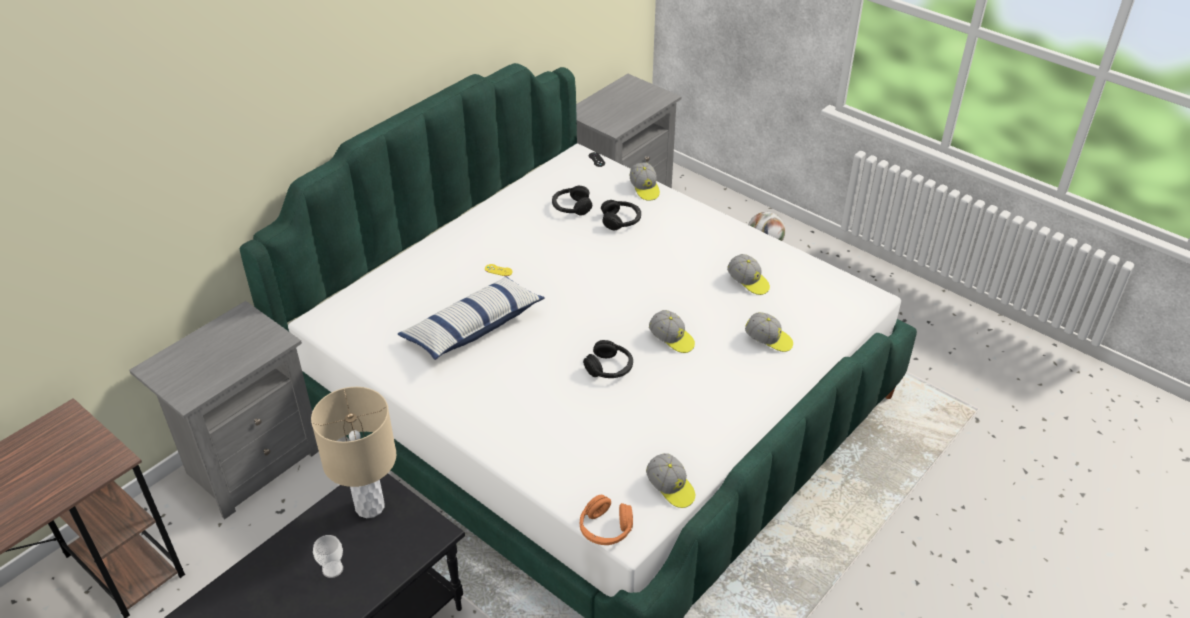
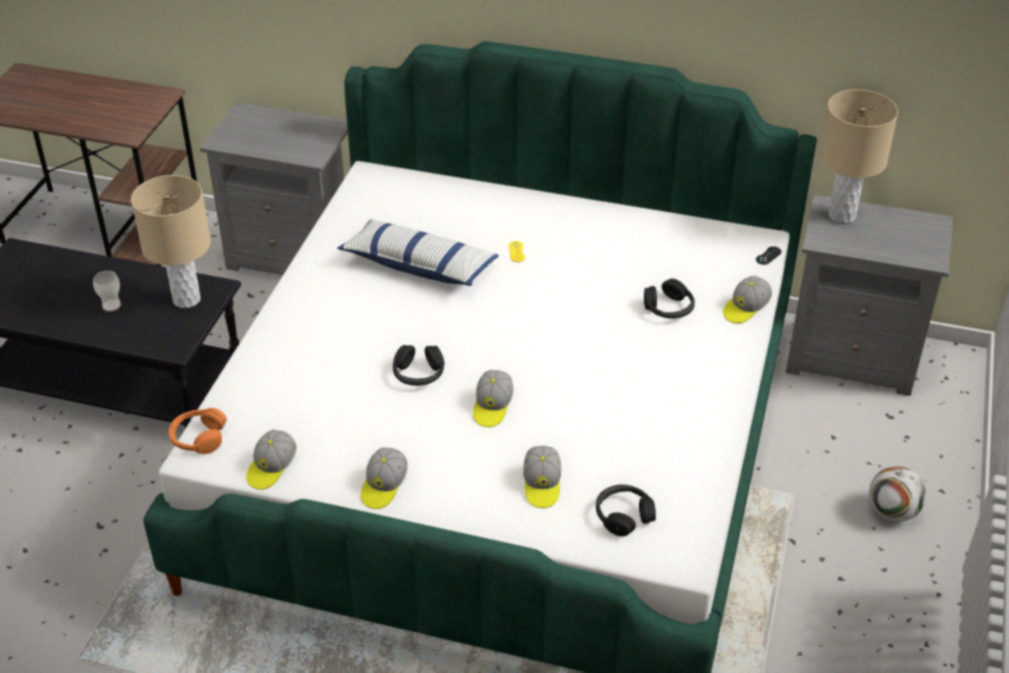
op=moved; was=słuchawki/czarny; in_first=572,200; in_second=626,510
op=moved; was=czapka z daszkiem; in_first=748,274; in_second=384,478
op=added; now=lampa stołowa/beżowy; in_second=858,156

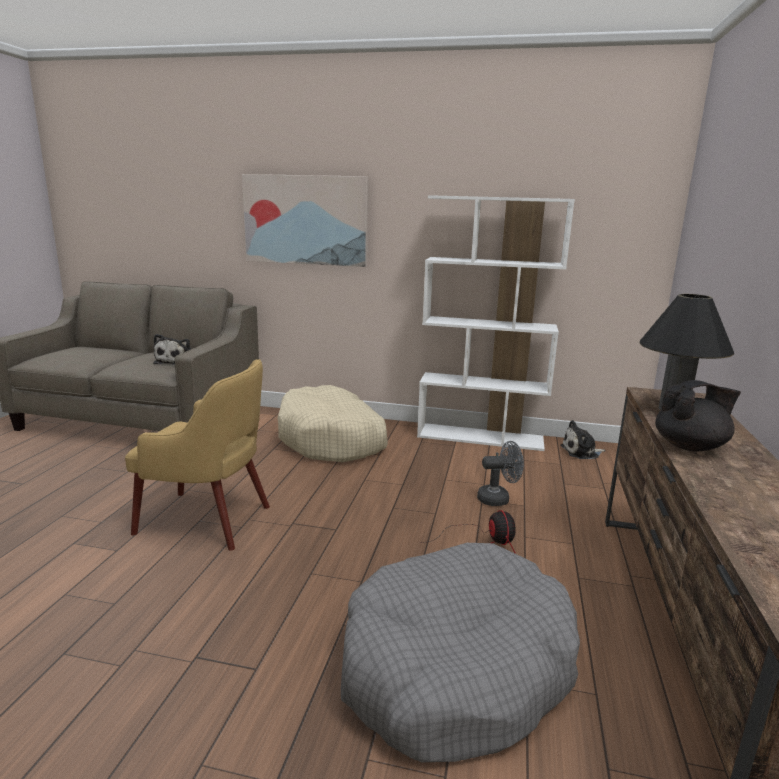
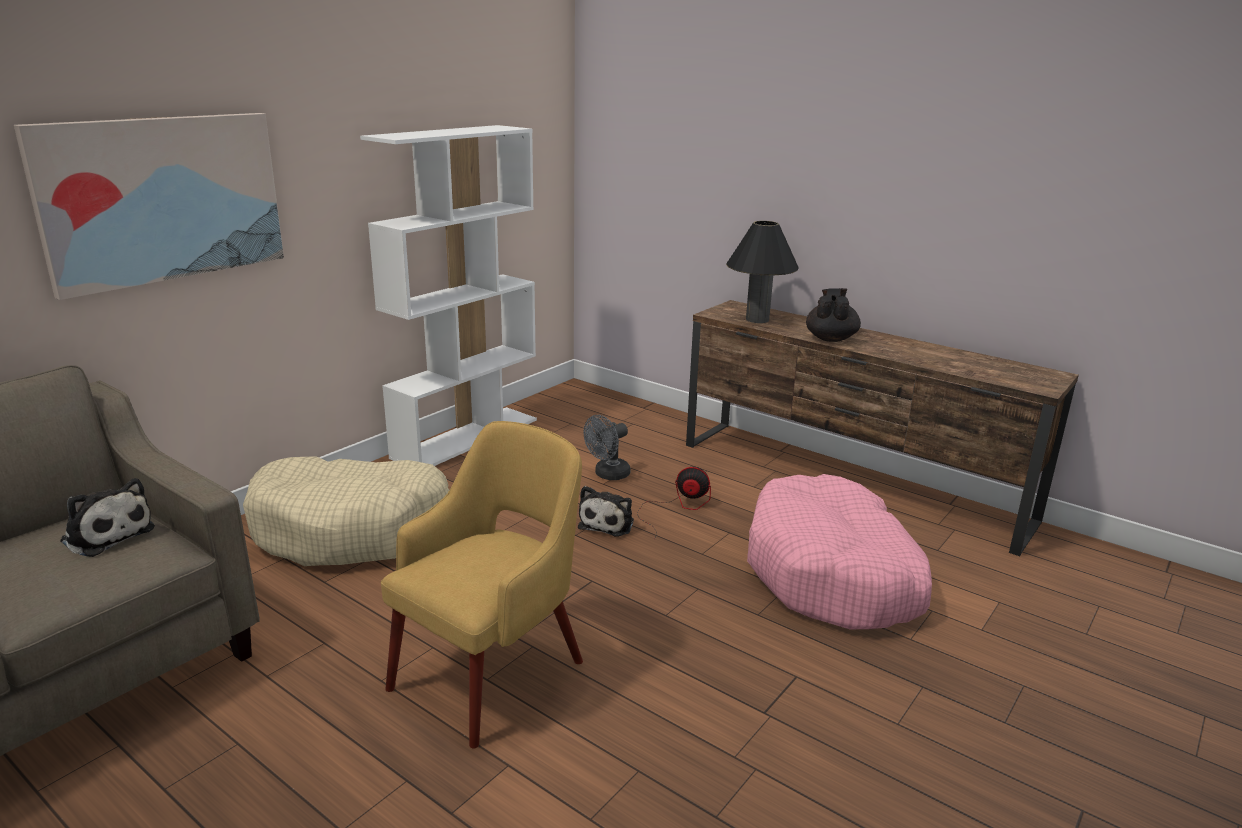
op=recoloured; was=legowisko/szary; now=legowisko/różowy; in_first=460,652; in_second=839,551
op=turned; was=wentylator/szary; in_first=500,473; in_second=607,447; clockwise=-150
op=moved; was=pluszak; in_first=583,439; in_second=606,511

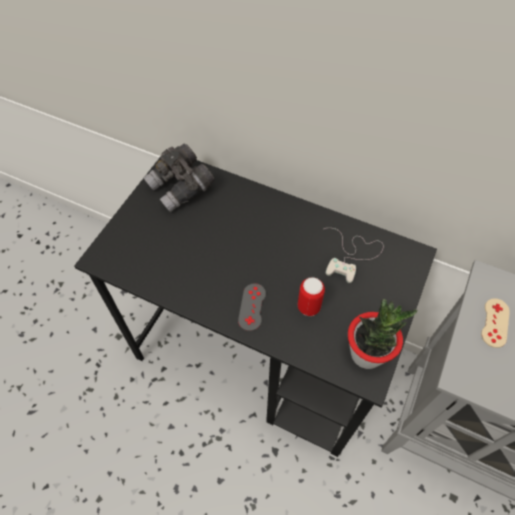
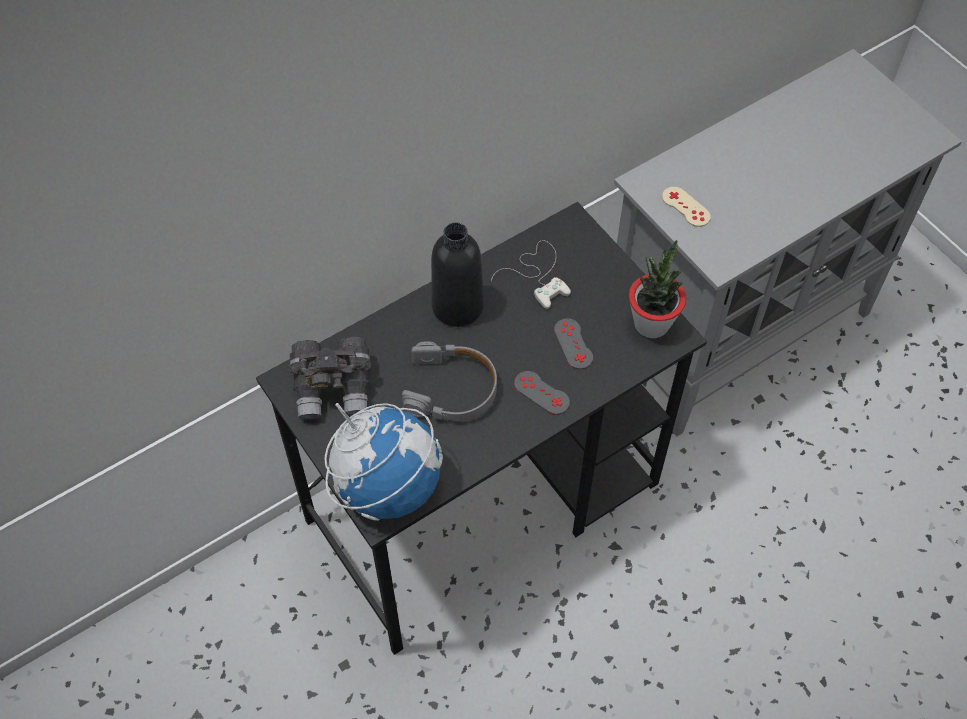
op=replaced; was=puszka; now=pad do gier/szary; in_first=311,296; in_second=573,343
op=added; now=globus; in_second=383,462
op=added; now=słuchawki/szary; in_second=449,381
op=added; now=butelka/czarny; in_second=457,274

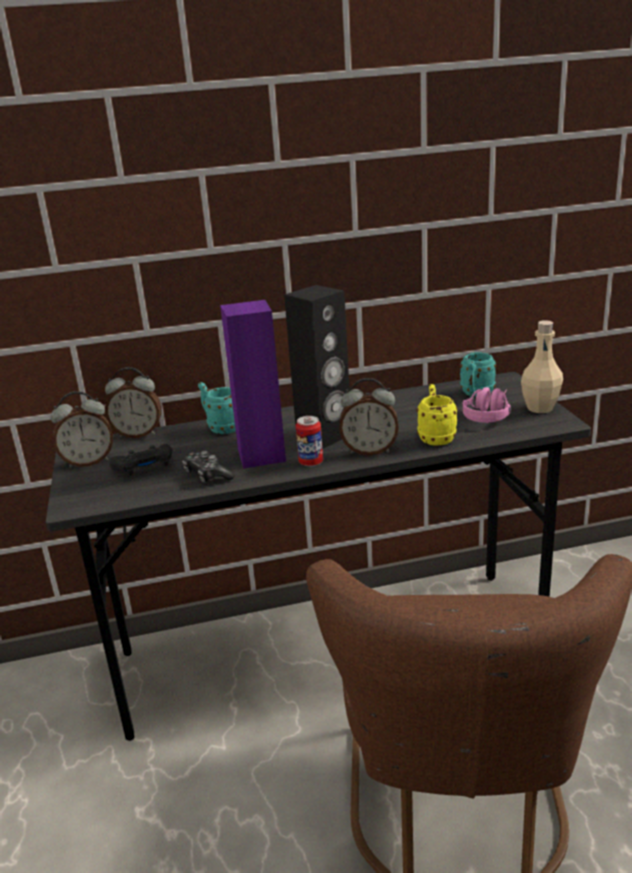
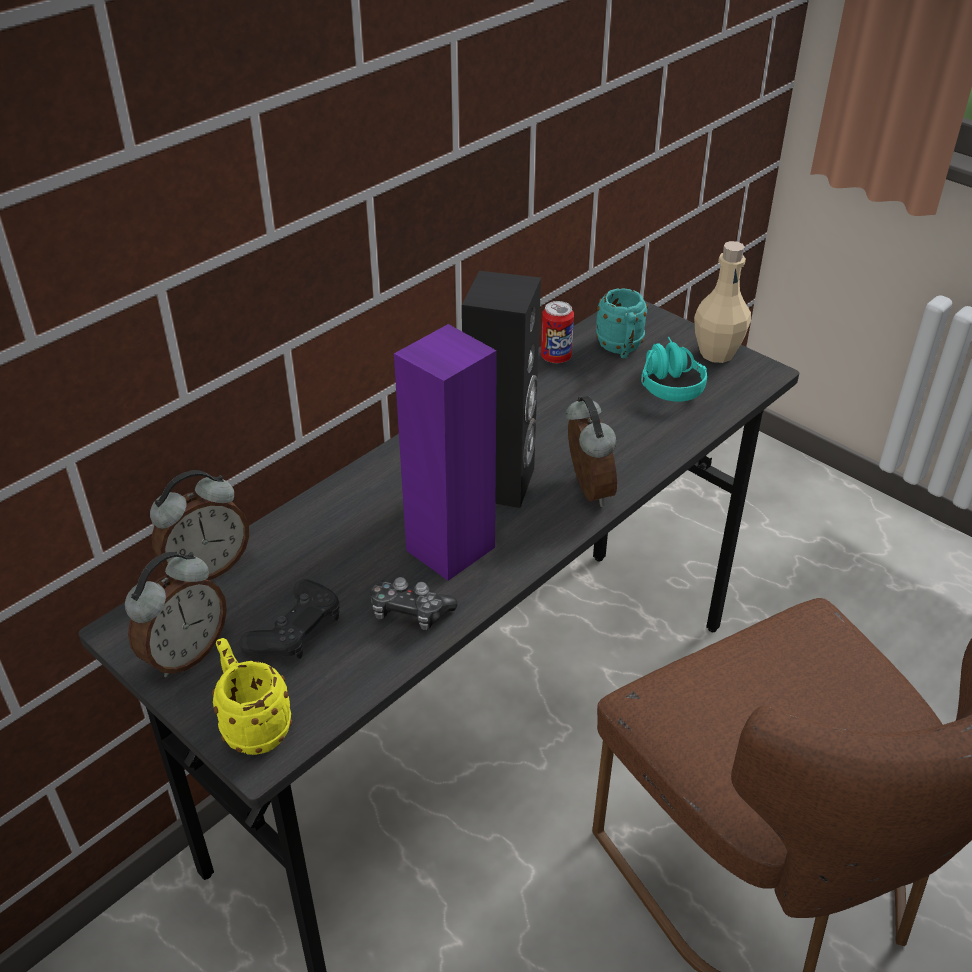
op=removed; was=kubek/turkusowy; in_first=217,408
op=moved; was=puszka; in_first=309,441; in_second=557,332
op=turned; was=budzik; in_first=369,416; in_second=591,451; clockwise=-75
op=moved; was=kubek/żółty; in_first=437,415; in_second=252,696
op=recoloured; was=słuchawki/różowy; now=słuchawki/turkusowy; in_first=487,405; in_second=674,369

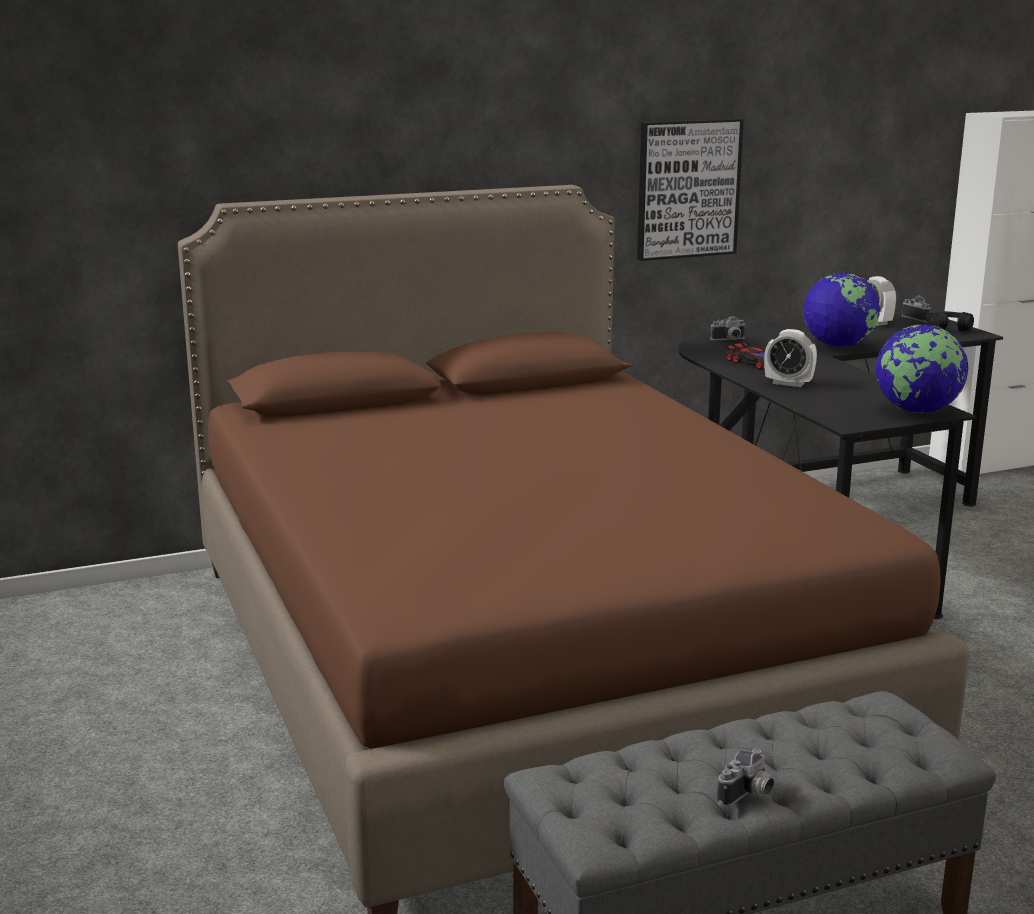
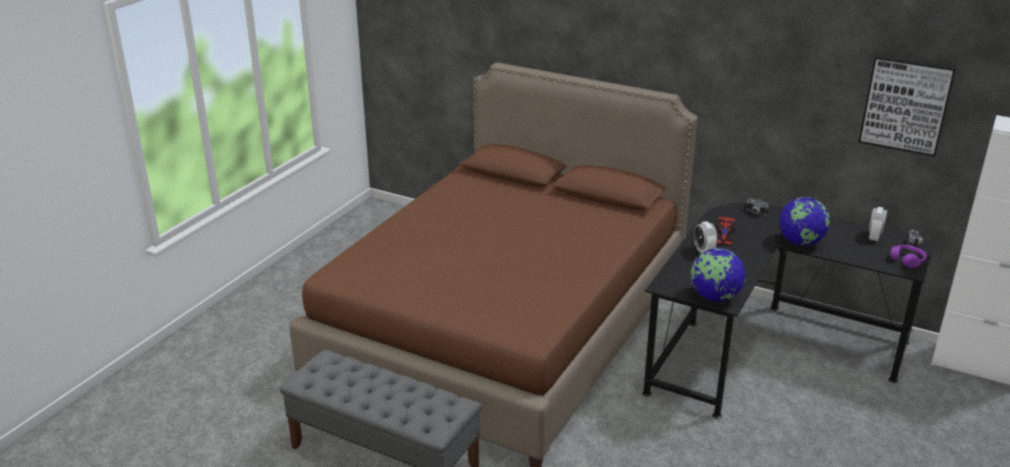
op=moved; was=obraz; in_first=690,190; in_second=907,106
op=removed; was=aparat fotograficzny; in_first=745,777
op=recoloured; was=słuchawki/czarny; now=słuchawki/fioletowy; in_first=950,321; in_second=908,256

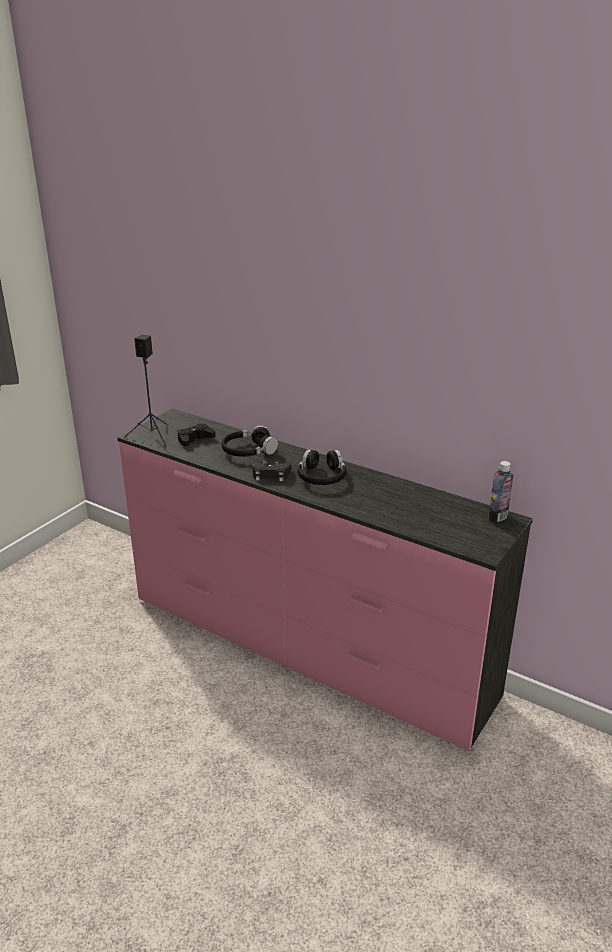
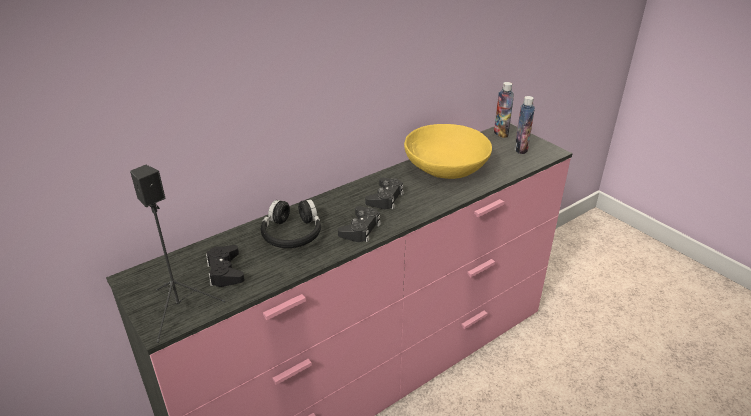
op=replaced; was=słuchawki/czarny; now=pad do gier/czarny; in_first=322,467; in_second=384,193
op=added; now=miska/żółty; in_second=448,151
op=added; now=butelka; in_second=524,125

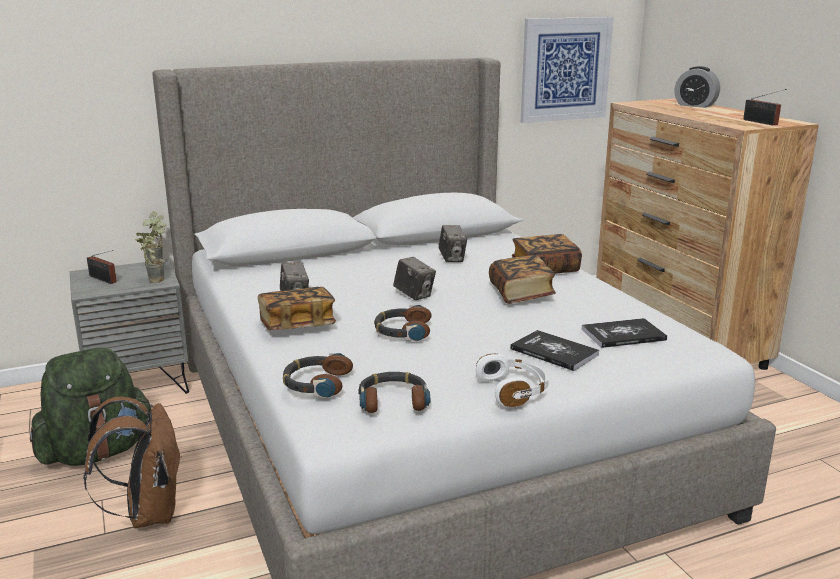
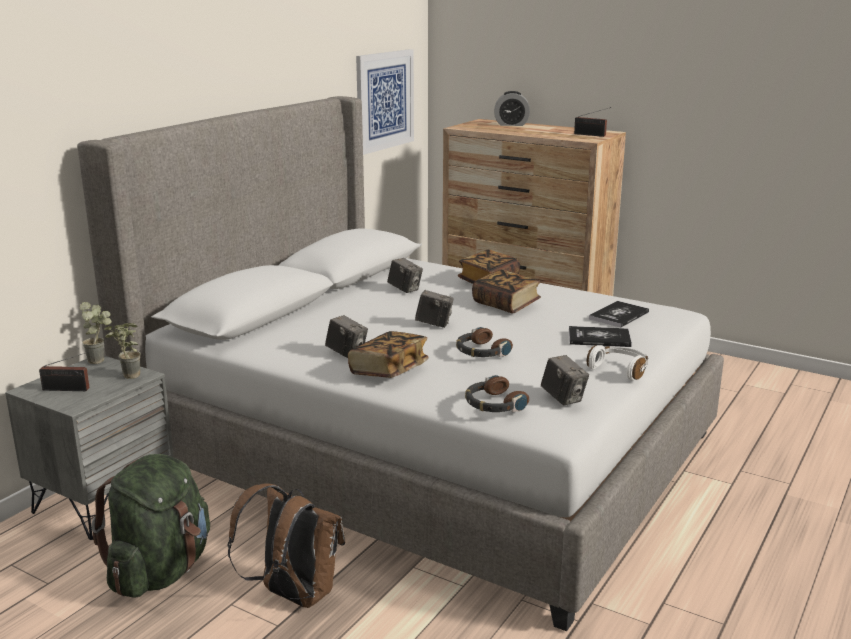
op=replaced; was=słuchawki; now=aparat fotograficzny; in_first=394,392; in_second=565,380

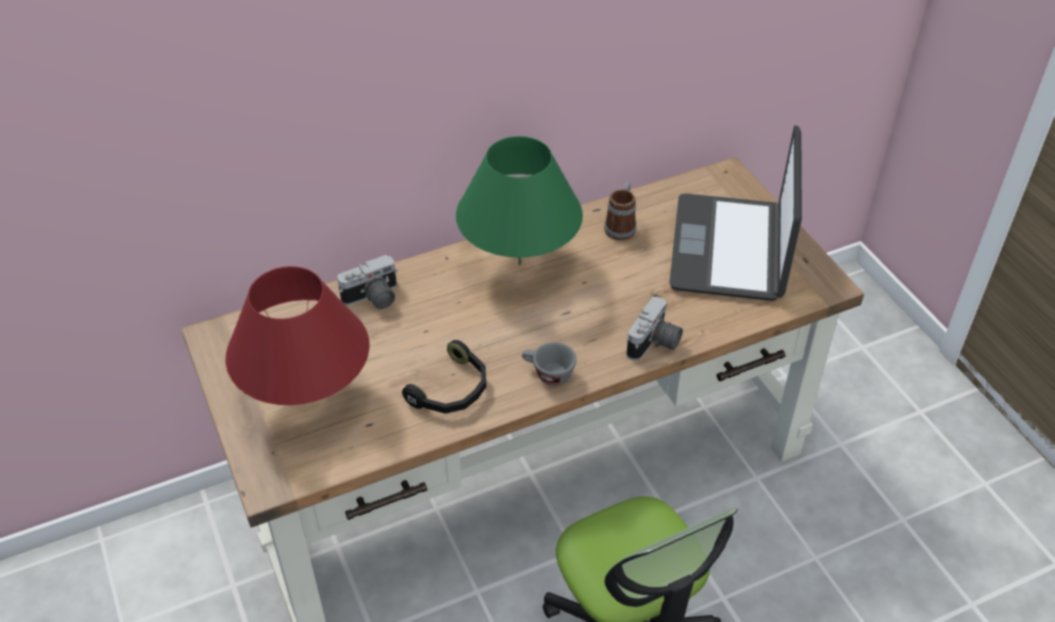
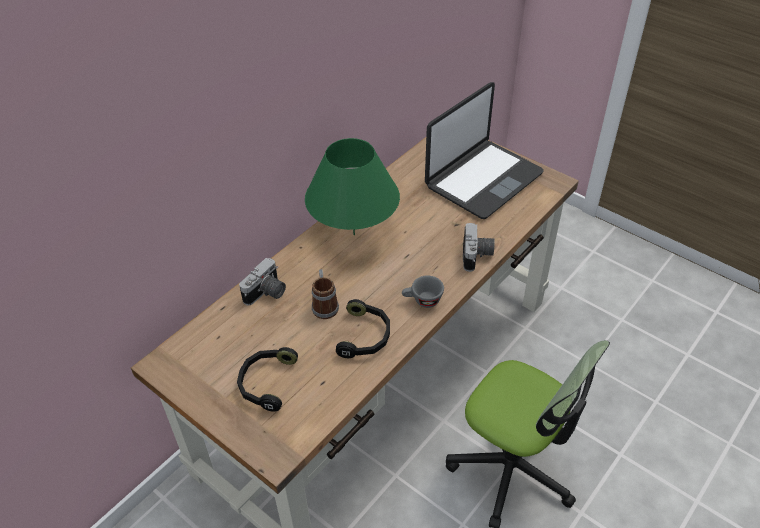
op=replaced; was=lampa stołowa/czerwony; now=słuchawki/czarny; in_first=297,335; in_second=267,379
op=moved; was=kubek; in_first=620,210; in_second=325,294
op=turned; was=laptop; in_first=735,213; in_second=484,150; clockwise=-120

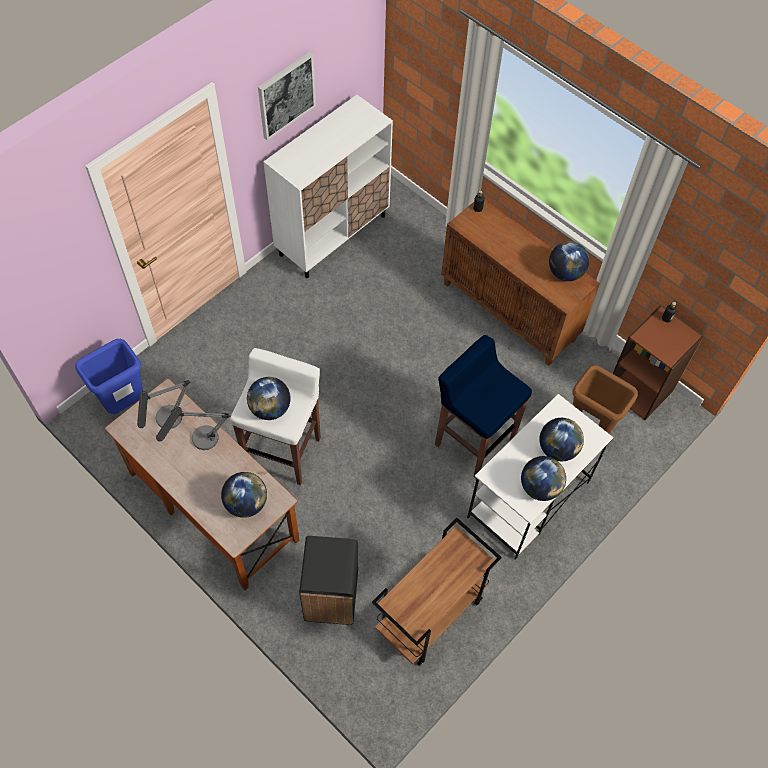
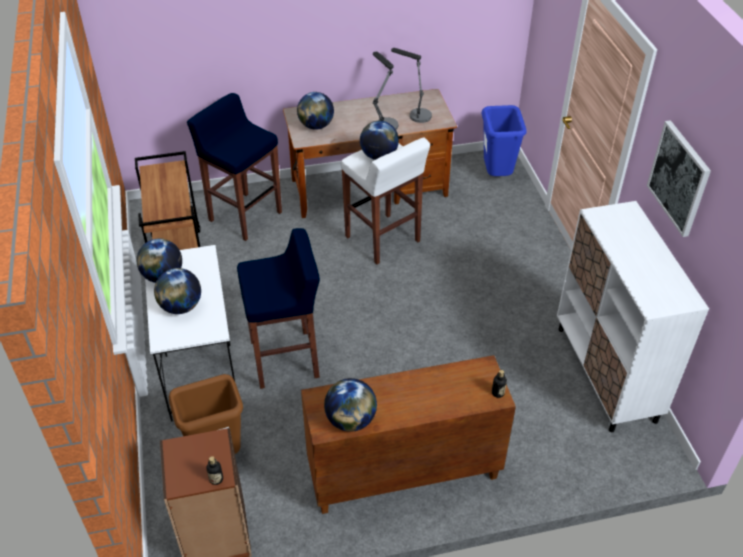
op=replaced; was=kosz na śmieci/czarny; now=stołek/niebieski; in_first=328,580; in_second=234,167

